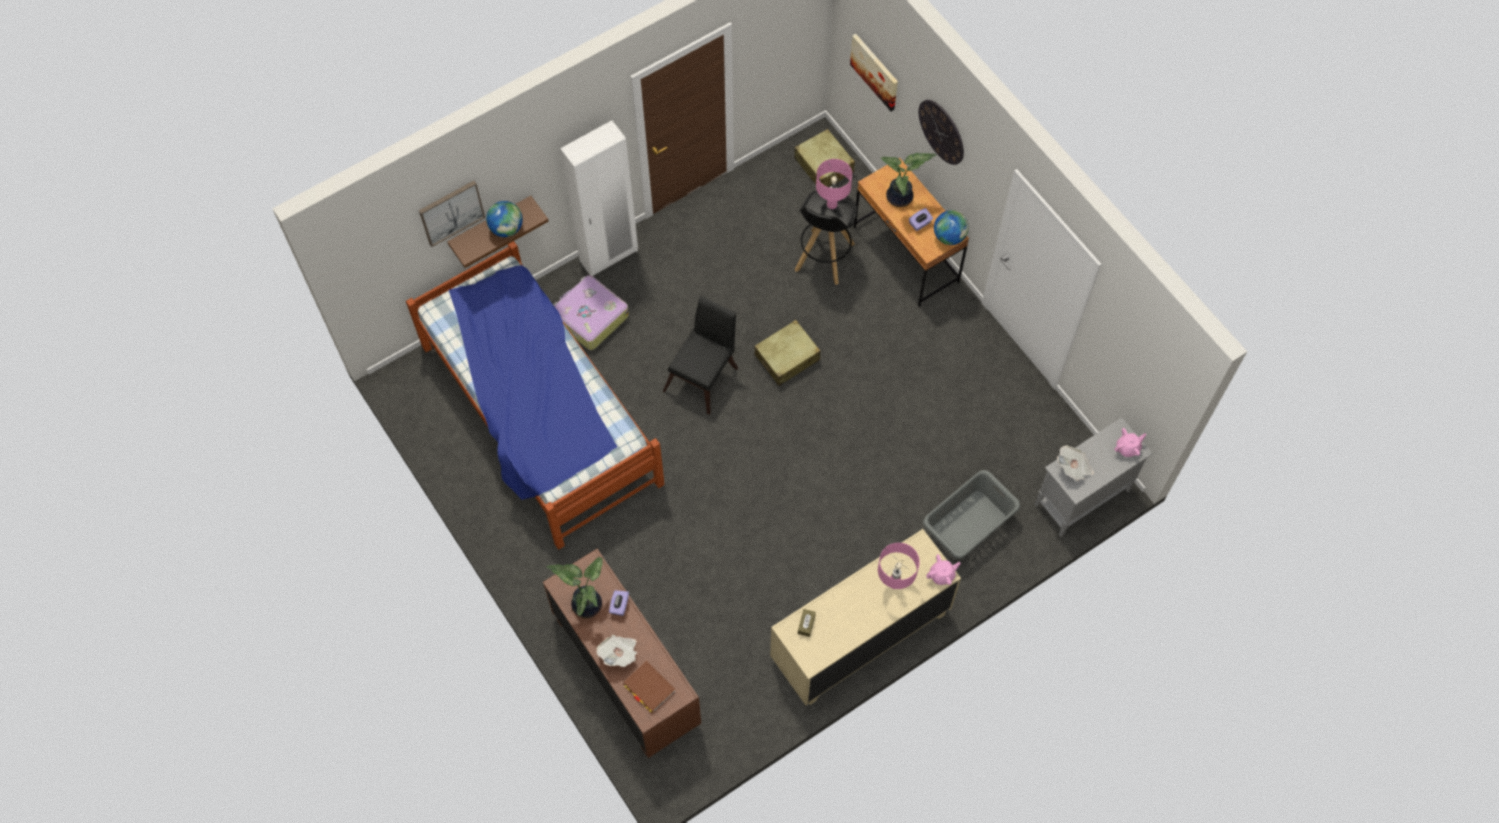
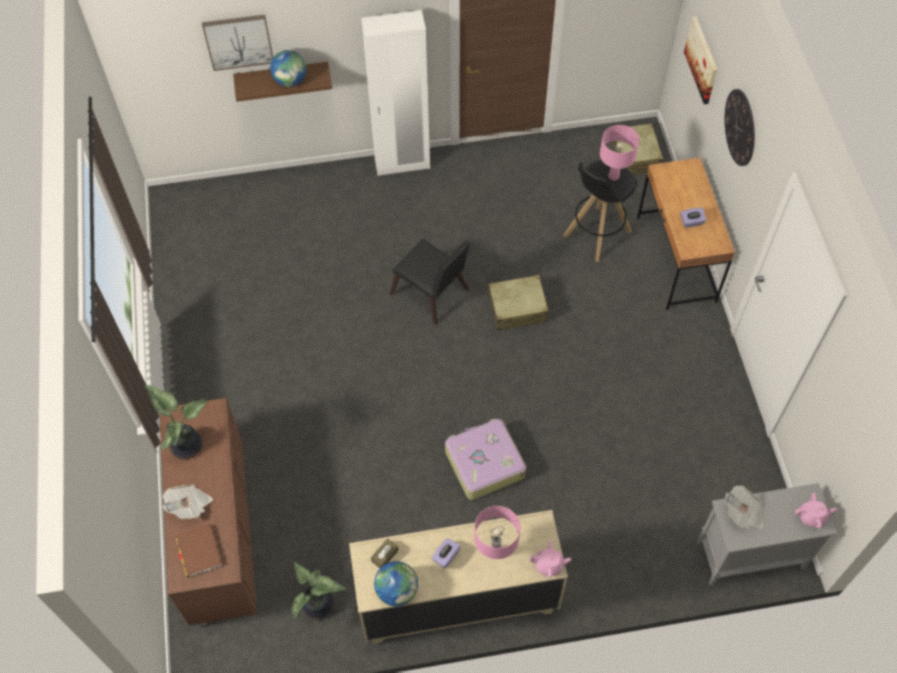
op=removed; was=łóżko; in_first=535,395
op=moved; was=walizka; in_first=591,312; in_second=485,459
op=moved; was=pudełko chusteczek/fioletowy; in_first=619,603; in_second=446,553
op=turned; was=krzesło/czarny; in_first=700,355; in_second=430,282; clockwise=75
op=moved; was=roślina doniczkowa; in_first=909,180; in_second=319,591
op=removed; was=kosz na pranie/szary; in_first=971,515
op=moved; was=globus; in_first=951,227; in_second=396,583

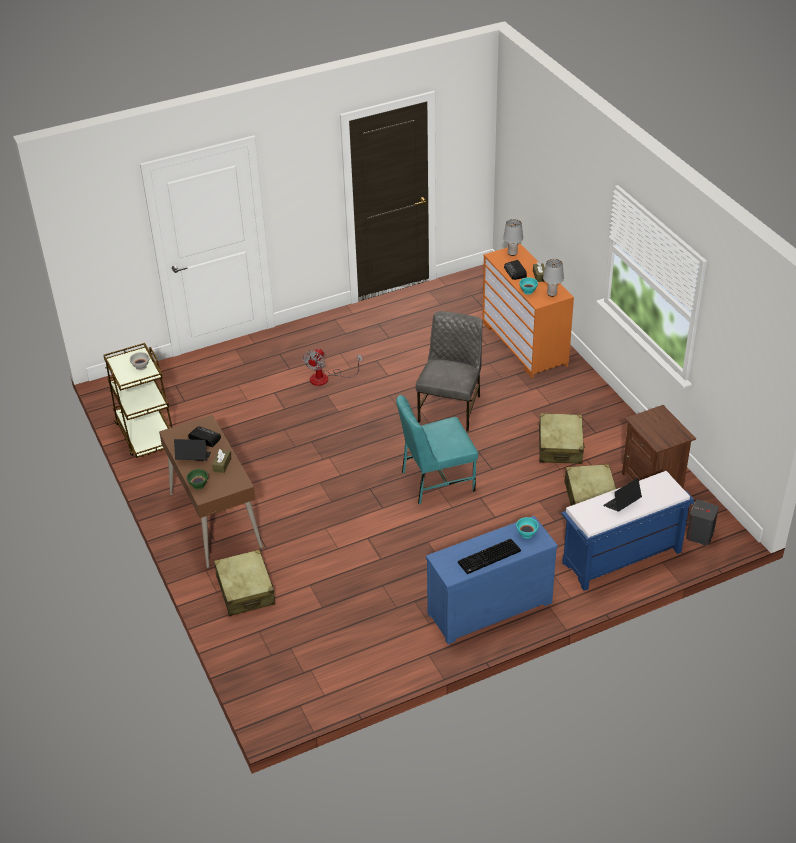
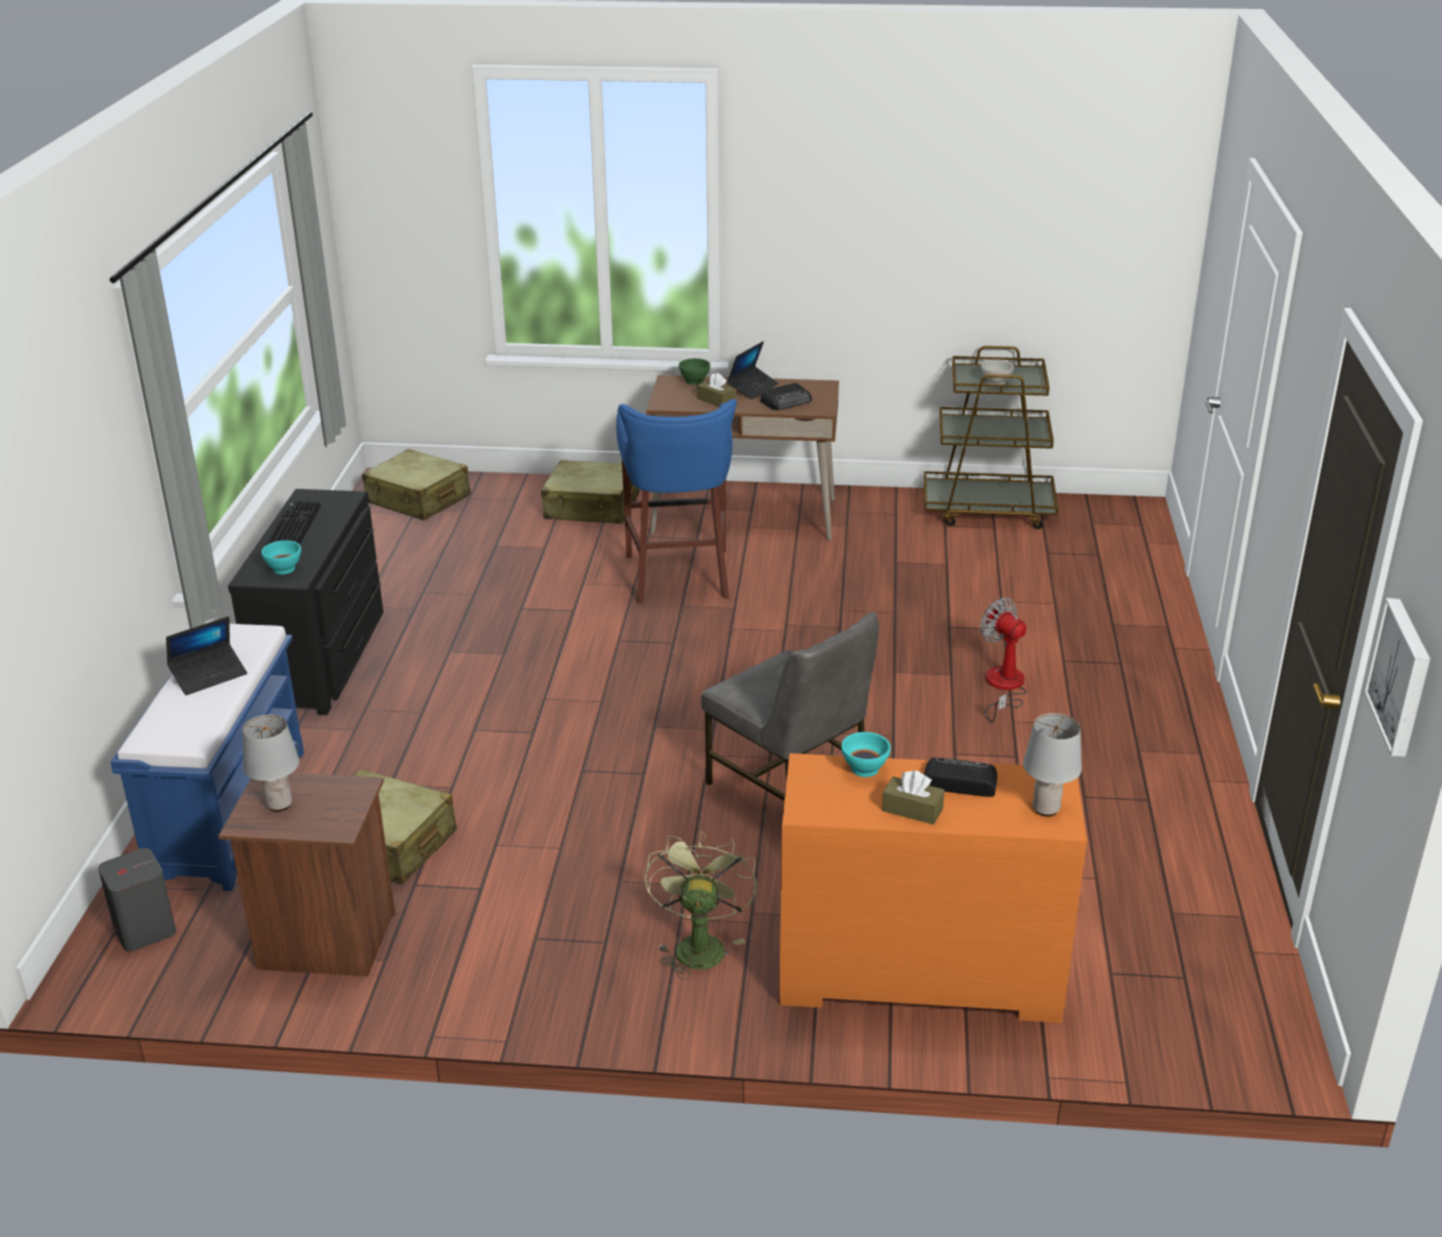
op=removed; was=krzesło/turkusowy; in_first=437,449
op=recoloured; was=komoda/niebieski; now=komoda/czarny; in_first=492,580; in_second=305,602
op=moved; was=walizka/beżowy; in_first=562,438; in_second=416,484
op=moved; was=lampa stołowa/szary; in_first=553,278; in_second=271,763
op=turned; was=laptop; in_first=622,495; in_second=206,655; clockwise=60
op=added; now=stołek/niebieski; in_second=676,501
op=added; now=wentylator/zielony; in_second=701,905
op=added; now=obraz; in_second=1397,677

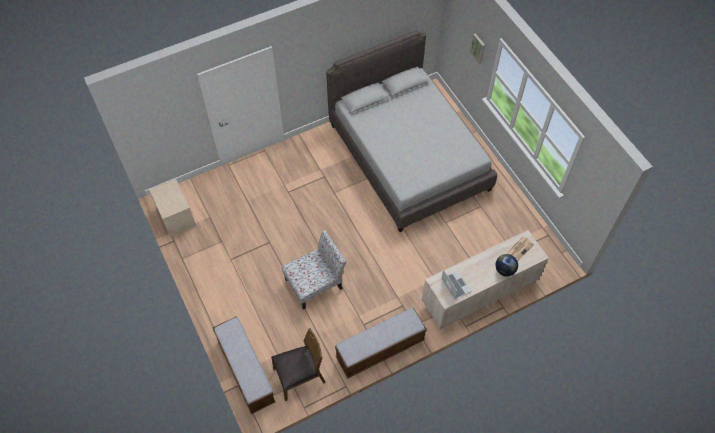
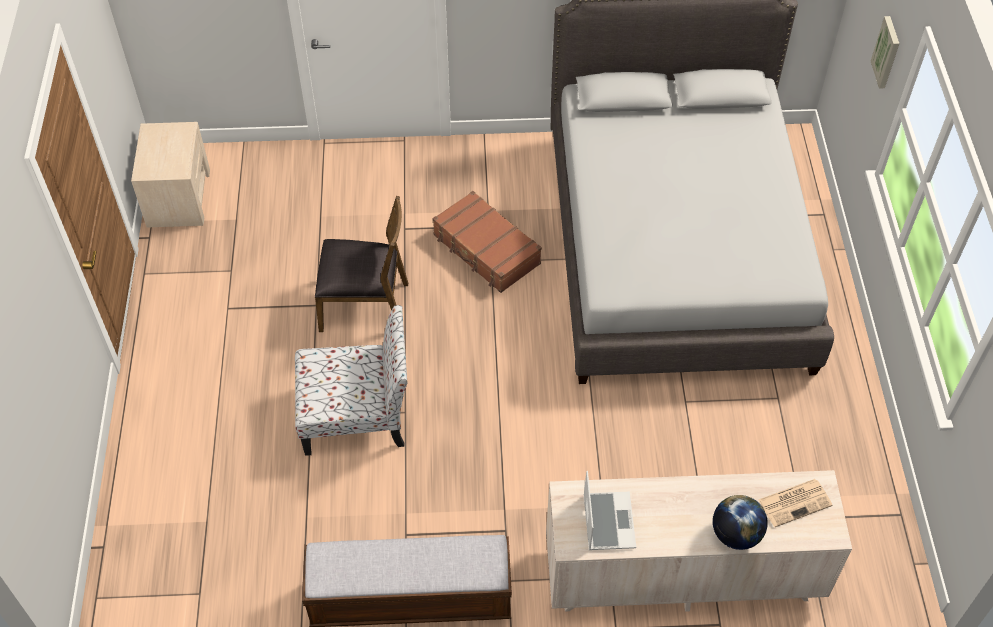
op=removed; was=ławka; in_first=243,365
op=moved; was=krzesło/brązowy; in_first=298,364; in_second=361,264
op=added; now=walizka/brązowy; in_second=487,242

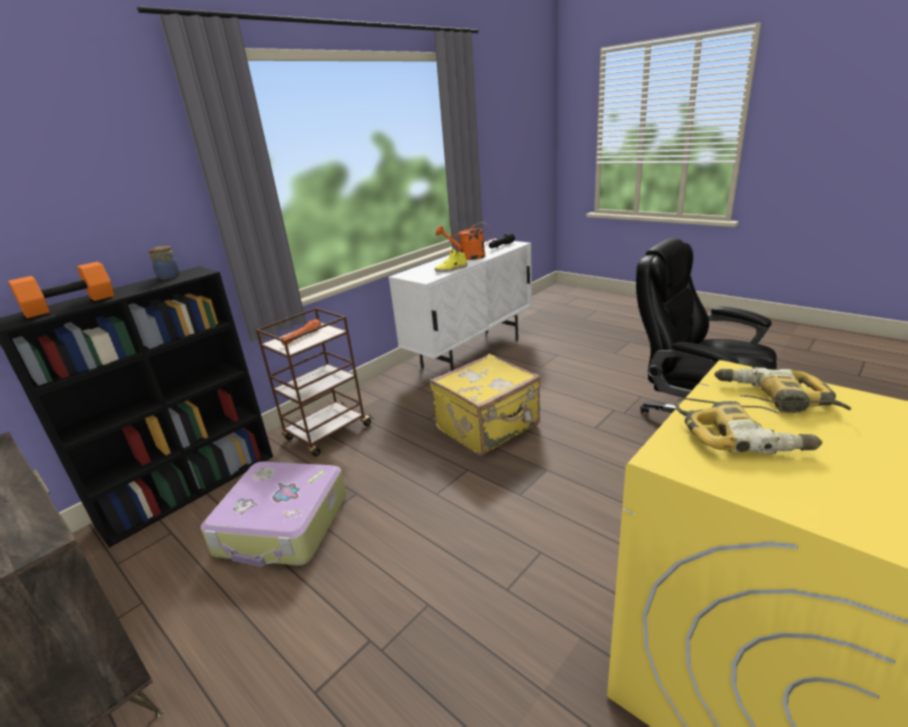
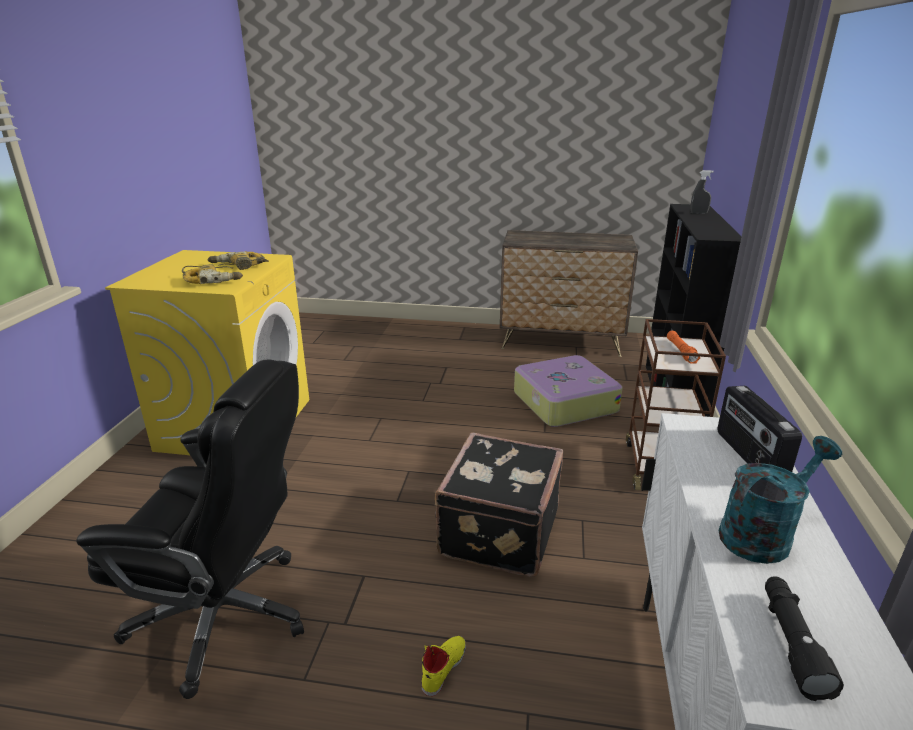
op=replaced; was=hantel/pomarańczowy; now=spryskiwacz/szary; in_first=61,290; in_second=702,192
op=removed; was=słoik; in_first=164,263
op=recoloured; was=walizka/żółty; now=walizka/czarny; in_first=485,405; in_second=499,504
op=moved; was=but/żółty; in_first=451,260; in_second=443,666
op=recoloured; was=konewka/pomarańczowy; now=konewka/turkusowy; in_first=463,241; in_second=780,500
op=added; now=radio; in_second=759,429

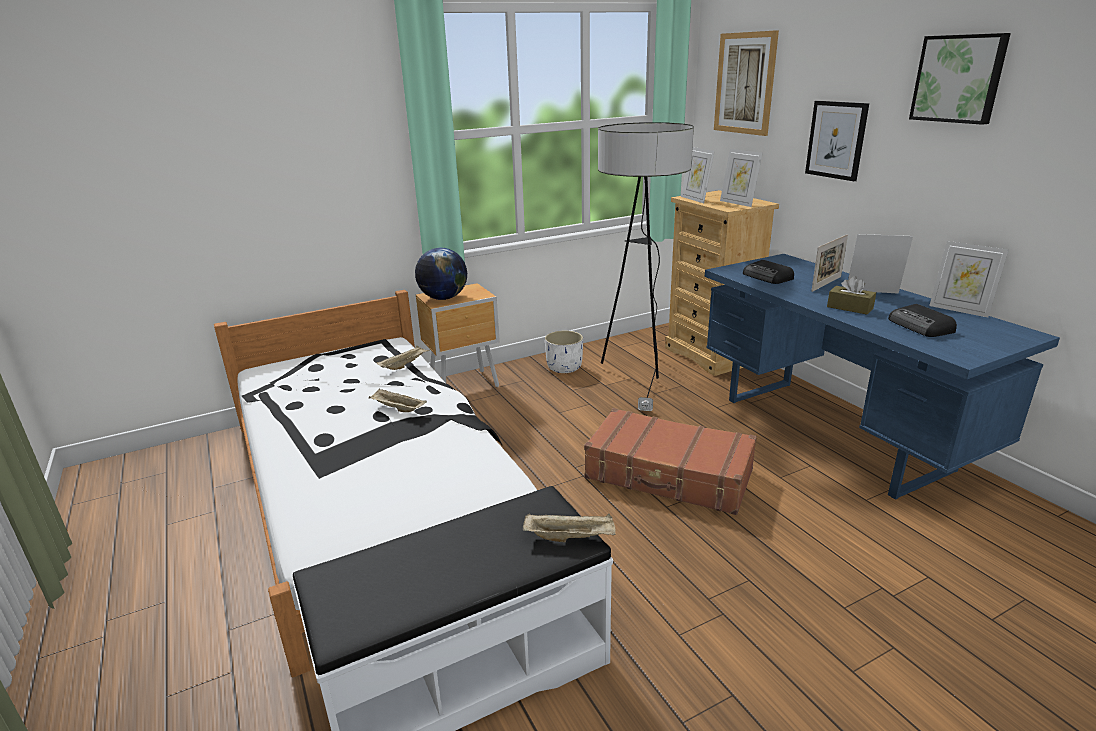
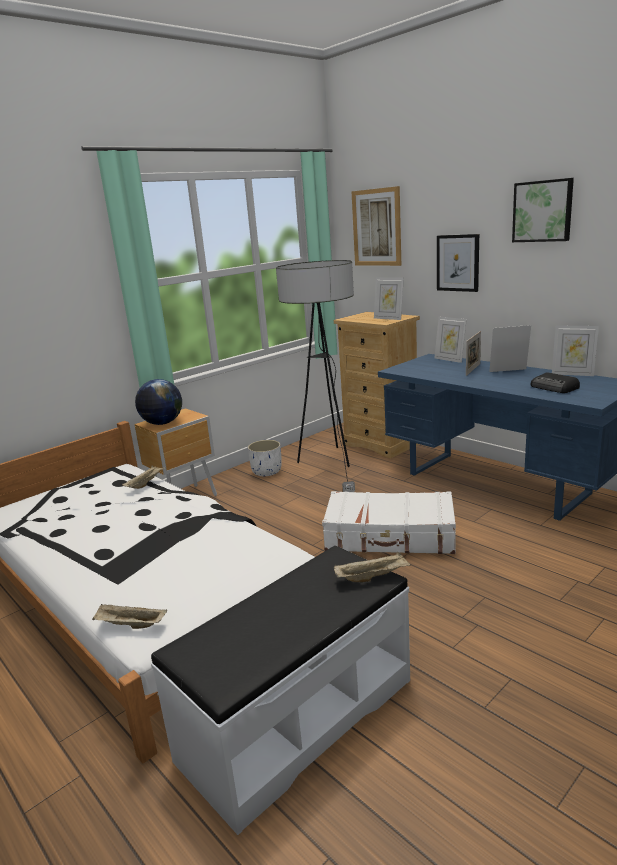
op=moved; was=taca/beżowy; in_first=398,400; in_second=129,616
op=recoloured; was=walizka/brązowy; now=walizka/biały; in_first=670,461; in_second=389,522
op=moved; was=ramka na zdjęcie; in_first=698,175; in_second=451,340
op=removed; was=radio; in_first=768,272
op=removed; was=pudełko chusteczek/brązowy; in_first=851,295

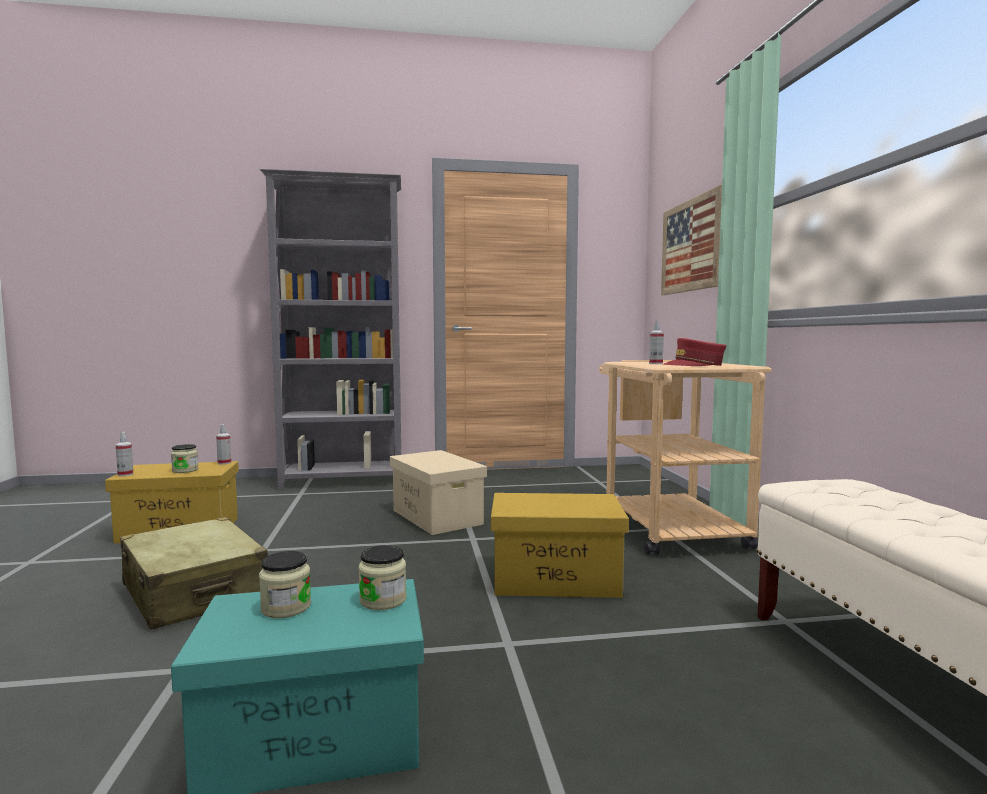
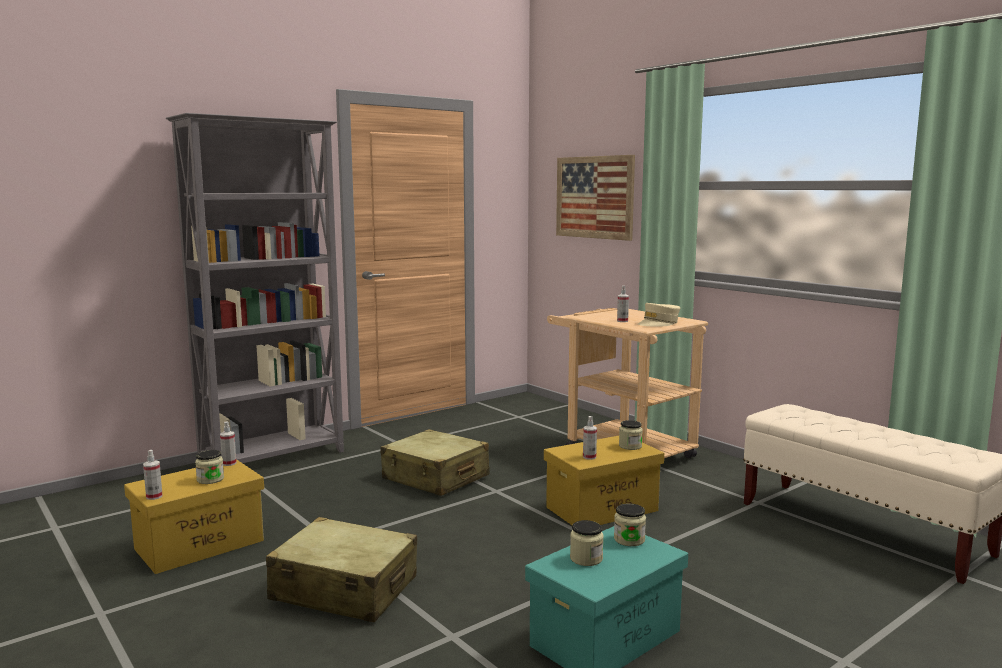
op=replaced; was=pojemnik do przechowywania/beżowy; now=walizka/beżowy; in_first=438,492; in_second=435,462
op=recoloured; was=czapka z daszkiem/czerwony; now=czapka z daszkiem/beżowy; in_first=694,352; in_second=659,315
op=added; now=spryskiwacz; in_second=590,438
op=added; now=słoik; in_second=631,435

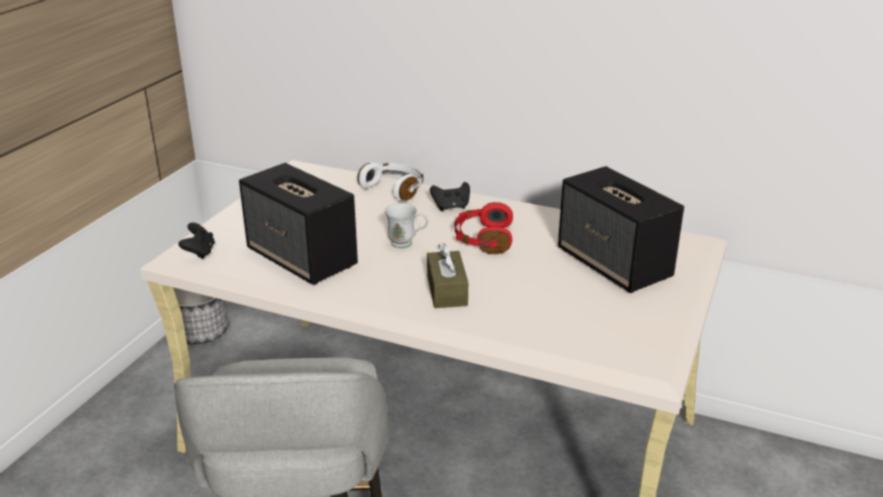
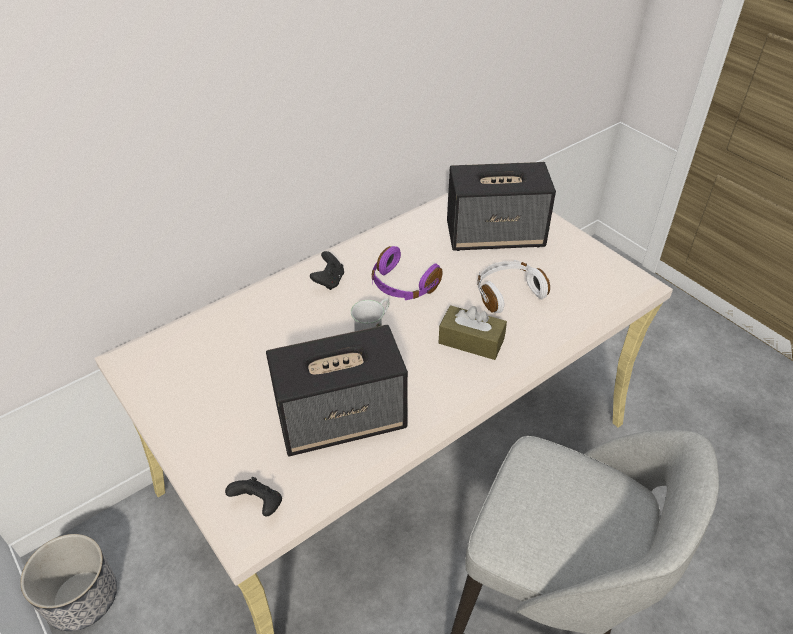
op=moved; was=słuchawki/biały; in_first=390,182; in_second=514,286
op=recoloured; was=słuchawki/czerwony; now=słuchawki/fioletowy; in_first=484,228; in_second=407,273

